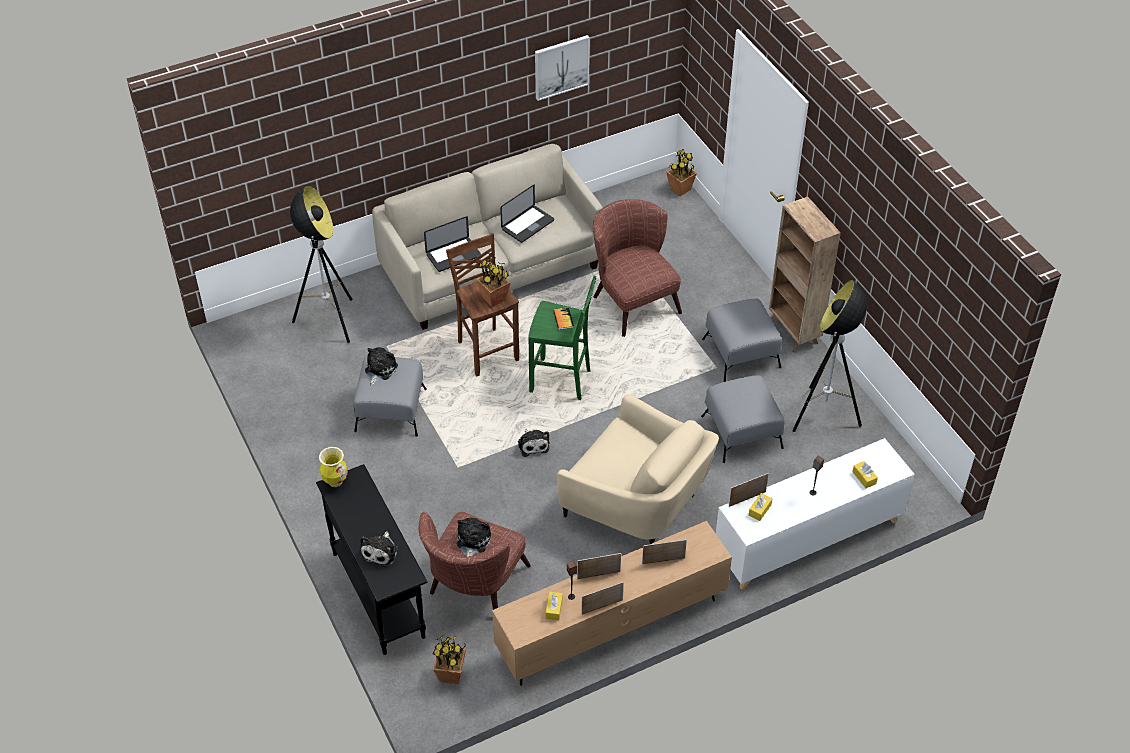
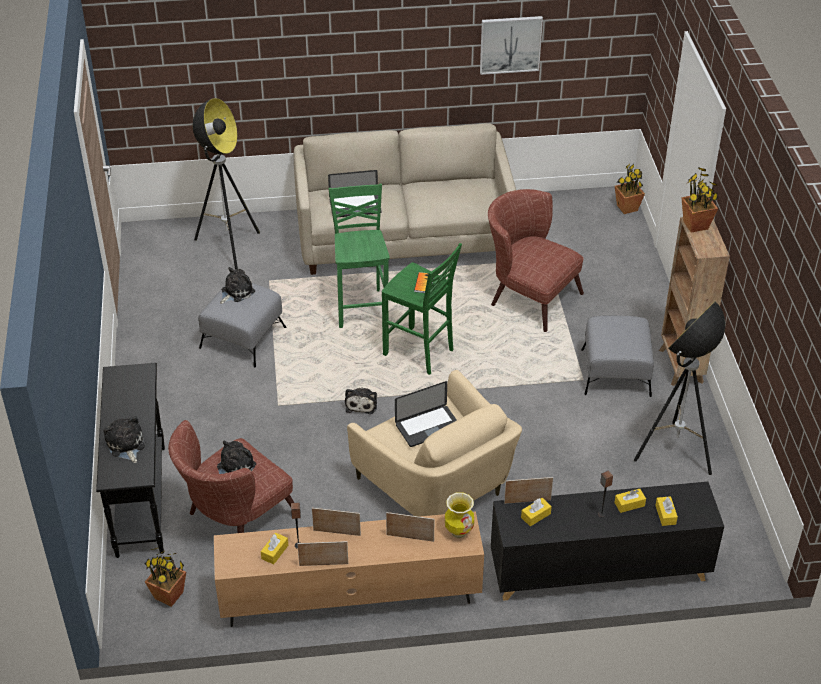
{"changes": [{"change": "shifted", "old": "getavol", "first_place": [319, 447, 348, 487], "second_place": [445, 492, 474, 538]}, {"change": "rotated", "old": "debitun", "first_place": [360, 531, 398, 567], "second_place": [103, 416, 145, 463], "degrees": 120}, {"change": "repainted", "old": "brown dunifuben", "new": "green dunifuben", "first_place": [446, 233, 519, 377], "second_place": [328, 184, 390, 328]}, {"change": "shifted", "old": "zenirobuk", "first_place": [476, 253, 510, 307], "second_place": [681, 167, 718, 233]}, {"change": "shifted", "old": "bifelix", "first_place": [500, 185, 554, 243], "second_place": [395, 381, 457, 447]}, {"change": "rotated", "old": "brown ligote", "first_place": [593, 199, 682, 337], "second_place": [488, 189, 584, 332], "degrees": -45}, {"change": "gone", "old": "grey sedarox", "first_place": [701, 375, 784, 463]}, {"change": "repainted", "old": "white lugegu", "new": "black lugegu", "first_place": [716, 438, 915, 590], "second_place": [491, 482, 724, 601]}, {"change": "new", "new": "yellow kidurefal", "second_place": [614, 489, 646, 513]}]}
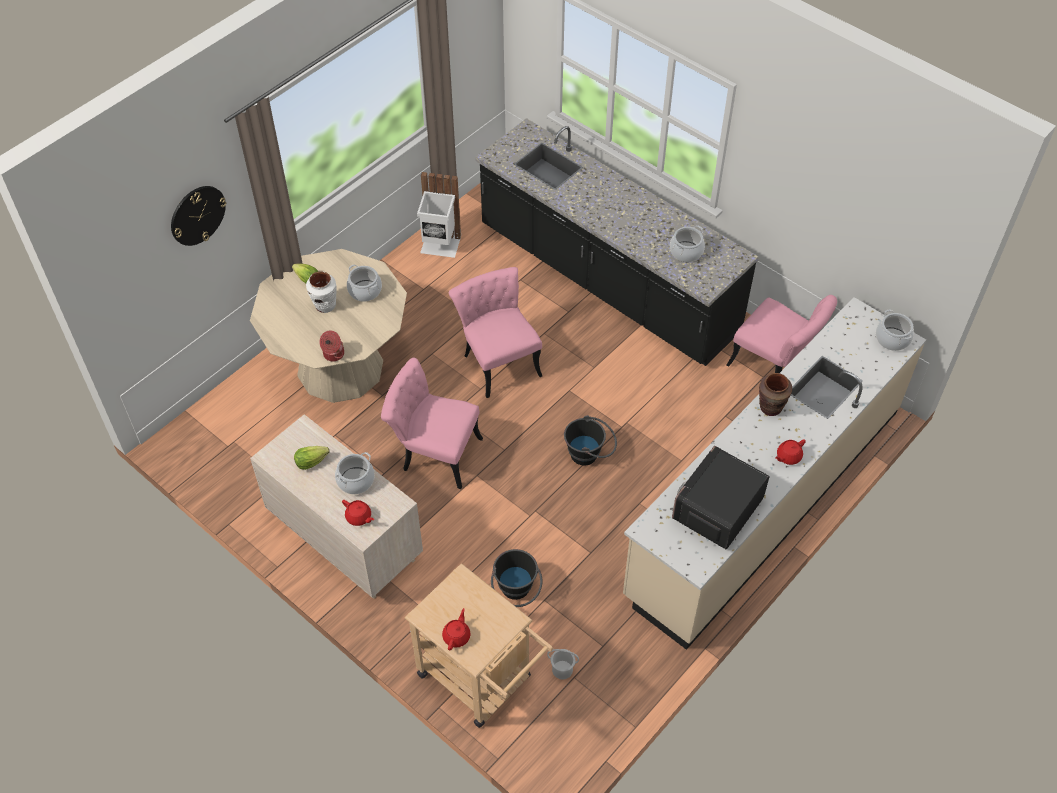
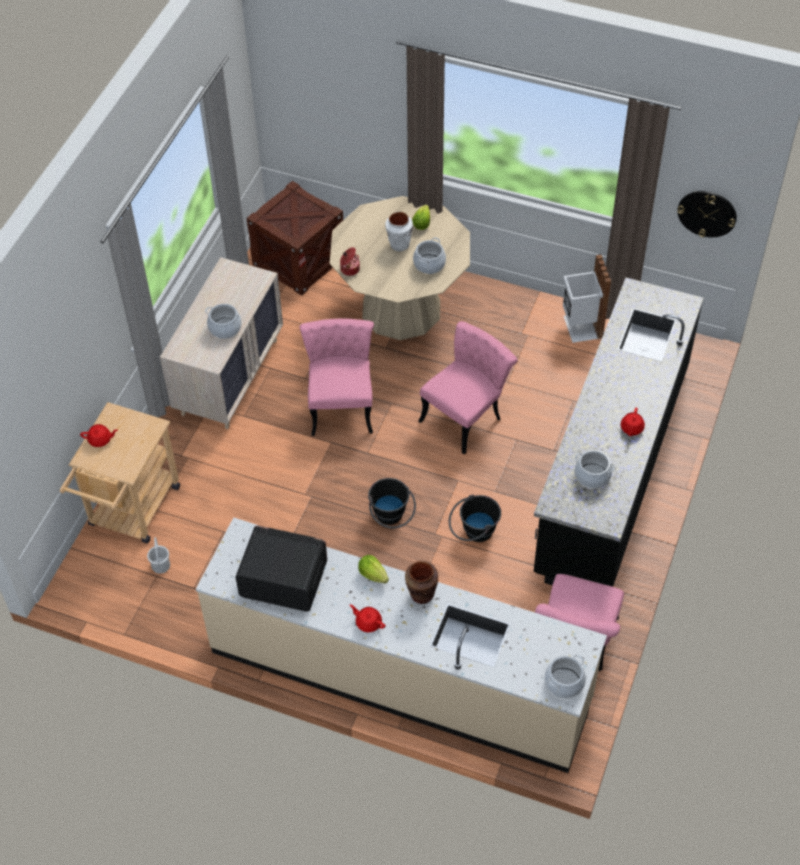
{"changes": [{"change": "shifted", "old": "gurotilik", "first_place": [171, 186, 226, 246], "second_place": [677, 191, 737, 237]}, {"change": "shifted", "old": "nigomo", "first_place": [294, 446, 329, 470], "second_place": [358, 555, 389, 583]}, {"change": "shifted", "old": "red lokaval", "first_place": [342, 500, 374, 526], "second_place": [621, 407, 645, 436]}, {"change": "shifted", "old": "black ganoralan", "first_place": [491, 549, 542, 607], "second_place": [449, 495, 501, 542]}, {"change": "new", "new": "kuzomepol", "second_place": [247, 181, 343, 296]}]}
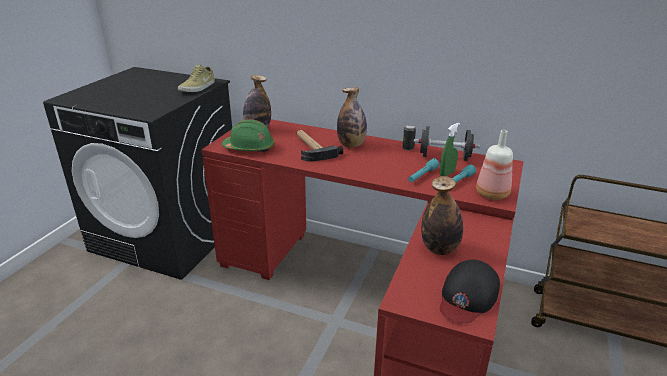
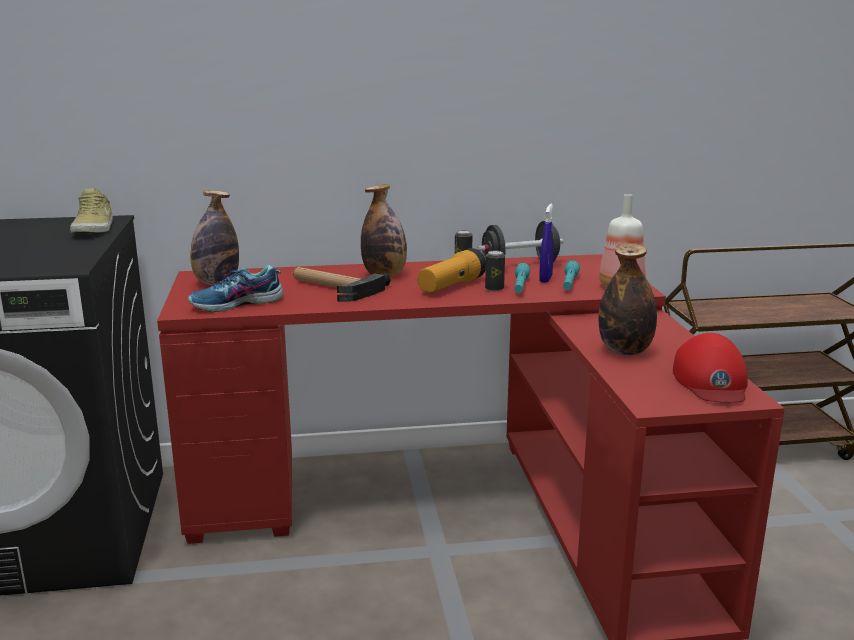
{"changes": [{"change": "swapped", "old": "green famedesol", "new": "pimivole", "first_place": [222, 119, 275, 152], "second_place": [188, 265, 284, 312]}, {"change": "repainted", "old": "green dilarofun", "new": "blue dilarofun", "first_place": [440, 123, 460, 176], "second_place": [539, 204, 554, 283]}, {"change": "repainted", "old": "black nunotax", "new": "red nunotax", "first_place": [440, 260, 500, 323], "second_place": [673, 333, 748, 403]}, {"change": "new", "new": "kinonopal", "second_place": [418, 248, 486, 292]}, {"change": "new", "new": "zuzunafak", "second_place": [485, 251, 505, 291]}]}
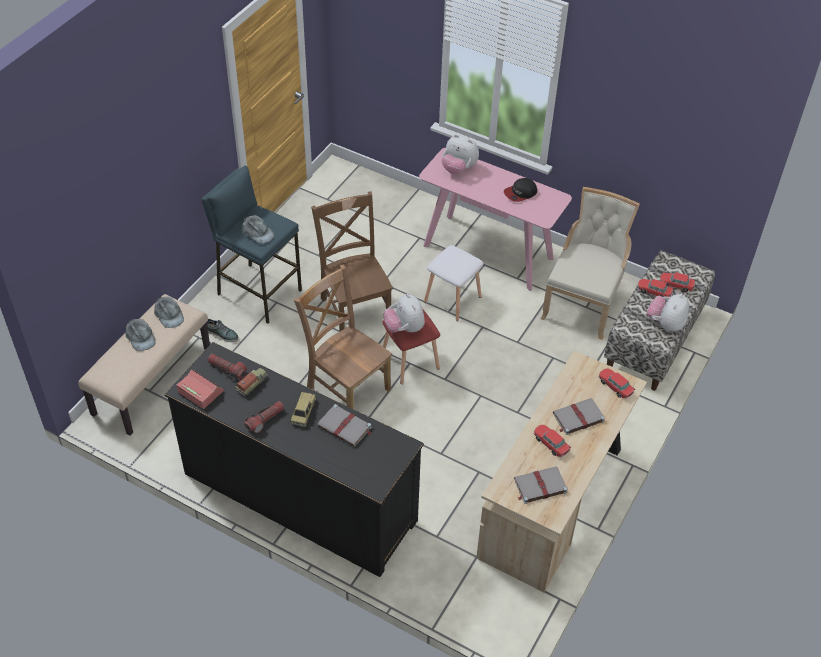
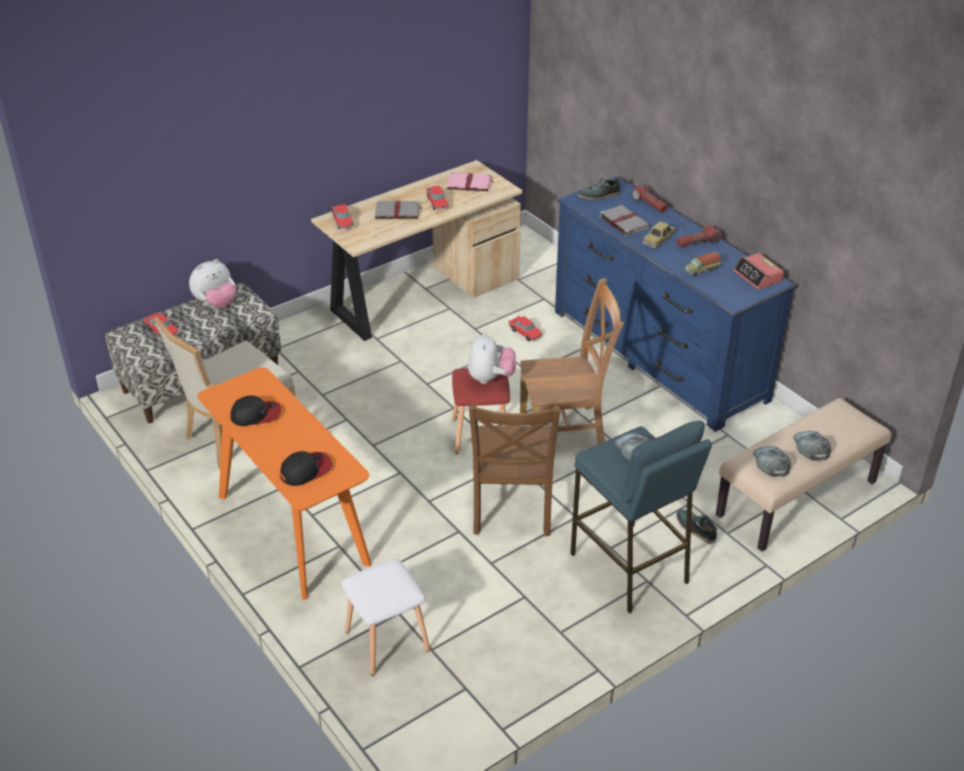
{"changes": [{"change": "repainted", "old": "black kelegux", "new": "blue kelegux", "first_place": [165, 342, 424, 577], "second_place": [555, 176, 796, 432]}, {"change": "shifted", "old": "kinonopal", "first_place": [208, 354, 247, 381], "second_place": [632, 185, 667, 213]}, {"change": "rotated", "old": "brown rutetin", "first_place": [294, 265, 392, 409], "second_place": [520, 278, 624, 444], "degrees": -75}, {"change": "repainted", "old": "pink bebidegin", "new": "orange bebidegin", "first_place": [419, 148, 572, 291], "second_place": [197, 367, 372, 600]}, {"change": "shifted", "old": "white dunifuben", "first_place": [424, 245, 484, 321], "second_place": [342, 559, 430, 676]}, {"change": "swapped", "old": "debitun", "new": "nunotax", "first_place": [442, 134, 479, 174], "second_place": [280, 451, 332, 486]}, {"change": "repainted", "old": "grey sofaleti", "new": "pink sofaleti", "first_place": [514, 466, 568, 504], "second_place": [447, 172, 494, 191]}, {"change": "shifted", "old": "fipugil", "first_place": [638, 279, 674, 297], "second_place": [509, 316, 542, 341]}, {"change": "new", "new": "pimivole", "second_place": [578, 177, 621, 200]}]}
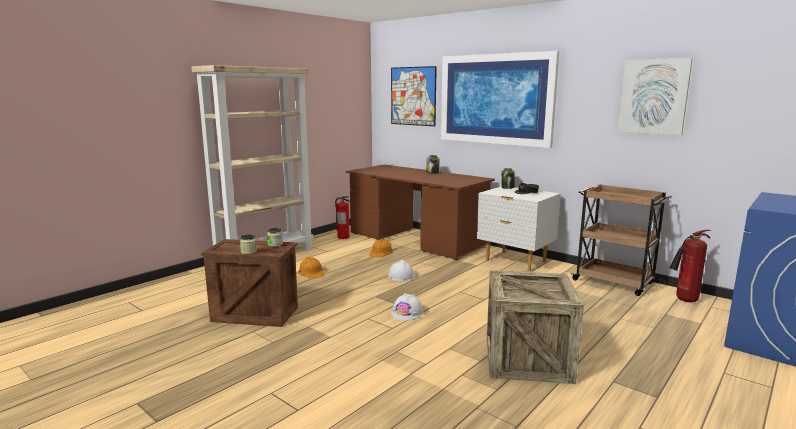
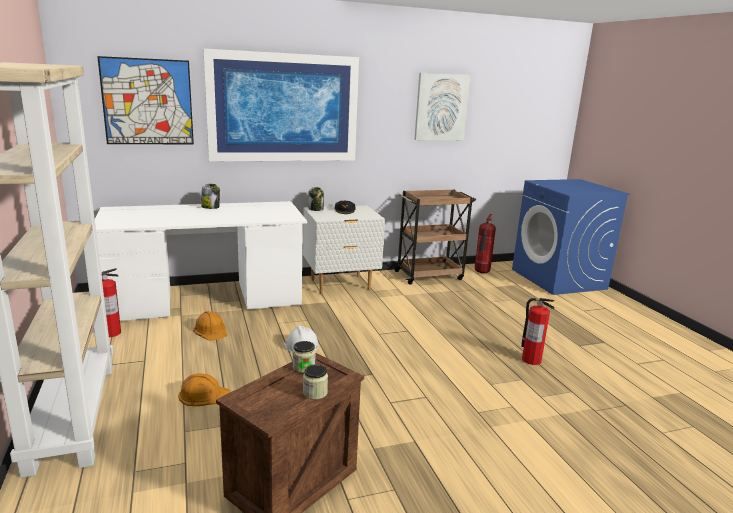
{"changes": [{"change": "repainted", "old": "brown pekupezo", "new": "white pekupezo", "first_place": [346, 164, 495, 260], "second_place": [95, 201, 307, 321]}, {"change": "gone", "old": "white famedesol", "first_place": [391, 293, 423, 321]}, {"change": "swapped", "old": "kuzomepol", "new": "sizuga", "first_place": [487, 271, 584, 384], "second_place": [521, 298, 554, 365]}]}
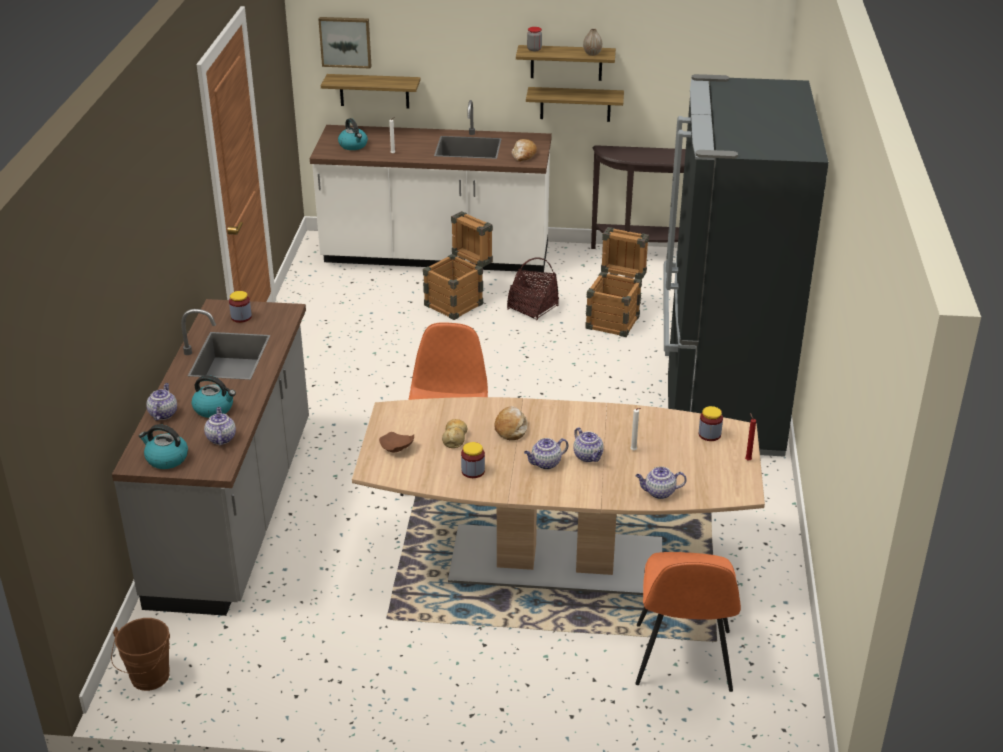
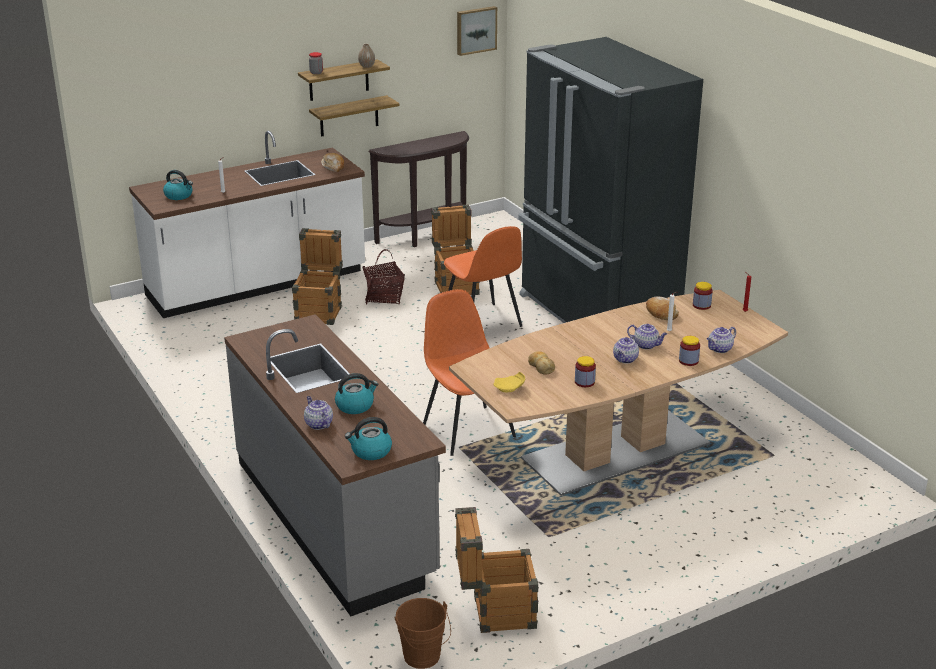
{"changes": [{"change": "gone", "old": "lokaval", "first_place": [204, 407, 236, 445]}, {"change": "shifted", "old": "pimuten", "first_place": [229, 291, 252, 323], "second_place": [679, 336, 700, 366]}, {"change": "shifted", "old": "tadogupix", "first_place": [318, 17, 371, 68], "second_place": [457, 6, 497, 56]}, {"change": "gone", "old": "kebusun", "first_place": [321, 74, 421, 109]}, {"change": "repainted", "old": "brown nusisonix", "new": "yellow nusisonix", "first_place": [379, 432, 414, 452], "second_place": [494, 372, 525, 392]}, {"change": "shifted", "old": "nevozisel", "first_place": [494, 406, 527, 440], "second_place": [646, 297, 679, 320]}, {"change": "shifted", "old": "orange rutetin", "first_place": [635, 552, 741, 692], "second_place": [444, 226, 522, 327]}, {"change": "new", "new": "kuzomepol", "second_place": [455, 507, 539, 633]}]}
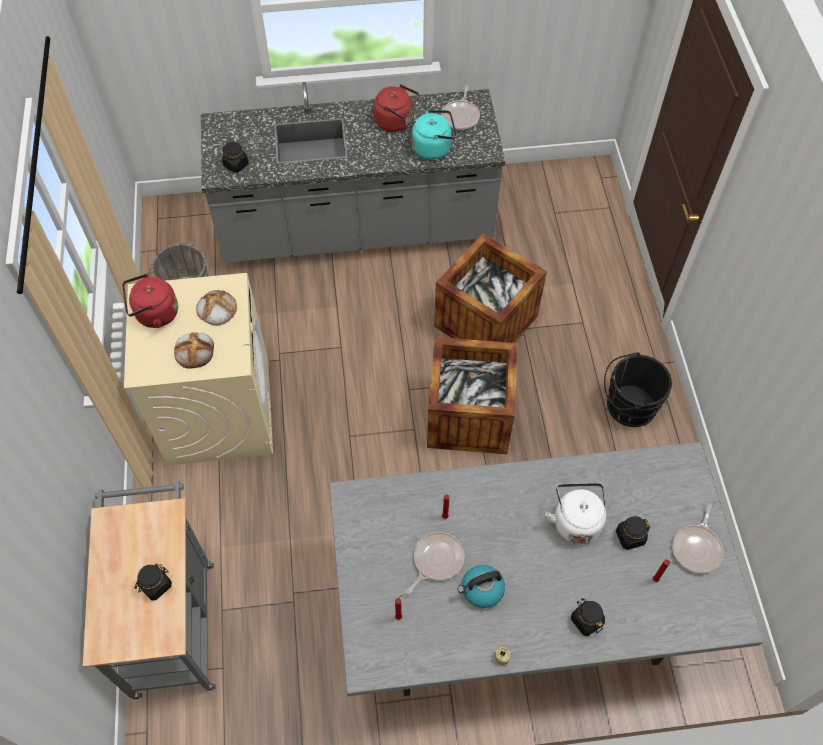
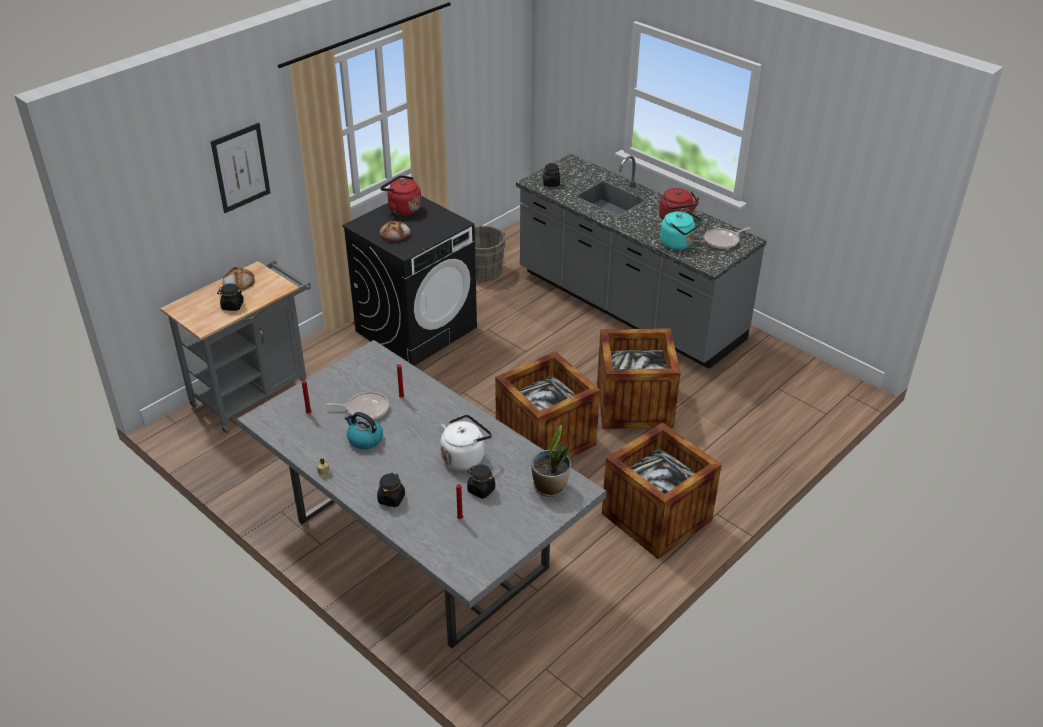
{"changes": [{"change": "repainted", "old": "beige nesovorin", "new": "black nesovorin", "first_place": [124, 273, 273, 466], "second_place": [342, 196, 477, 366]}, {"change": "shifted", "old": "nevozisel", "first_place": [196, 290, 237, 325], "second_place": [222, 267, 255, 290]}, {"change": "swapped", "old": "black ganoralan", "new": "kuzomepol", "first_place": [604, 352, 672, 427], "second_place": [602, 423, 722, 559]}, {"change": "gone", "old": "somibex", "first_place": [672, 504, 724, 574]}, {"change": "new", "new": "tadogupix", "second_place": [211, 123, 271, 213]}, {"change": "new", "new": "zenirobuk", "second_place": [532, 424, 571, 497]}]}
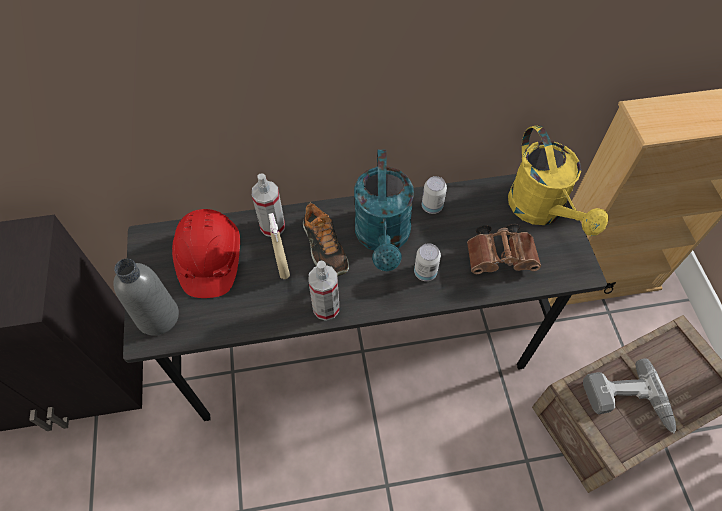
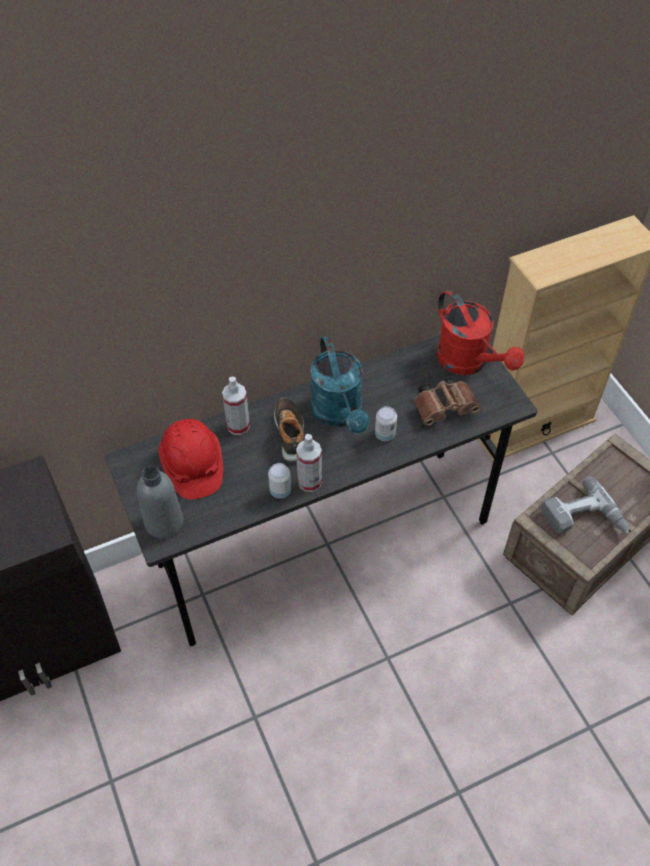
{"changes": [{"change": "gone", "old": "beige dilarofun", "first_place": [269, 213, 290, 279]}, {"change": "rotated", "old": "pimivole", "first_place": [303, 202, 349, 276], "second_place": [274, 398, 304, 462], "degrees": -150}, {"change": "shifted", "old": "zuzunafak", "first_place": [422, 176, 447, 214], "second_place": [268, 463, 291, 498]}, {"change": "repainted", "old": "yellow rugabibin", "new": "red rugabibin", "first_place": [508, 125, 608, 236], "second_place": [437, 290, 524, 375]}]}
